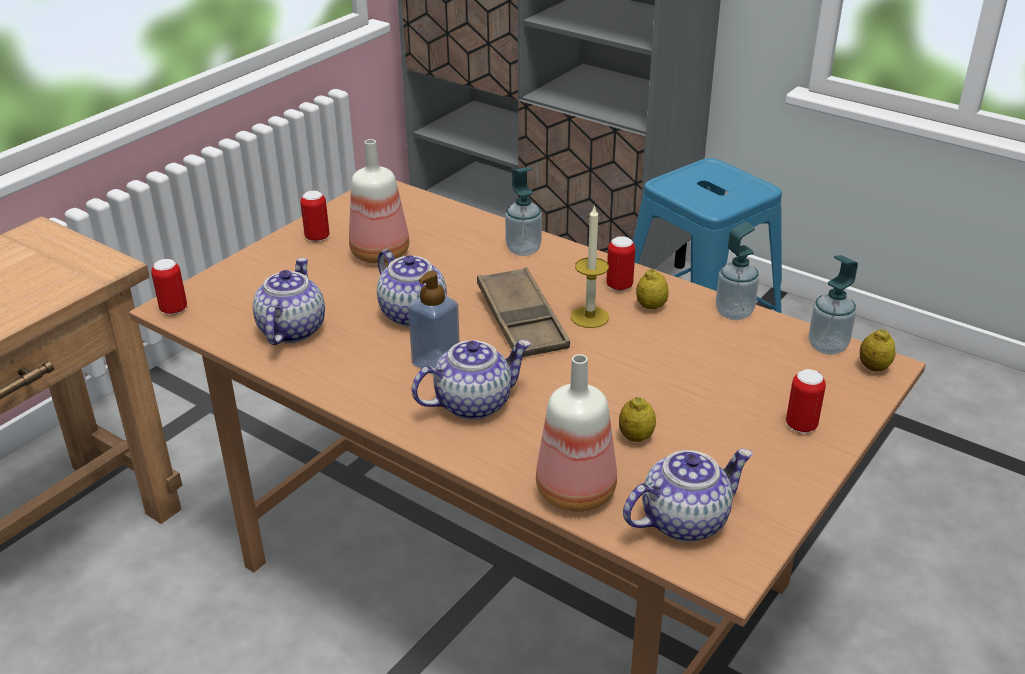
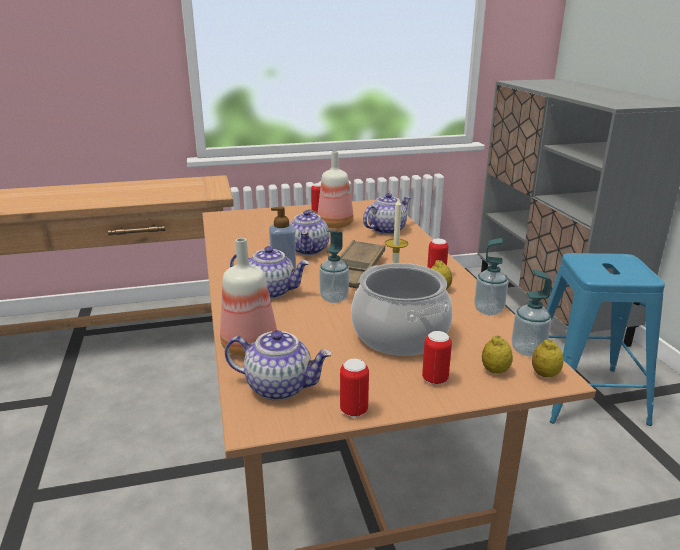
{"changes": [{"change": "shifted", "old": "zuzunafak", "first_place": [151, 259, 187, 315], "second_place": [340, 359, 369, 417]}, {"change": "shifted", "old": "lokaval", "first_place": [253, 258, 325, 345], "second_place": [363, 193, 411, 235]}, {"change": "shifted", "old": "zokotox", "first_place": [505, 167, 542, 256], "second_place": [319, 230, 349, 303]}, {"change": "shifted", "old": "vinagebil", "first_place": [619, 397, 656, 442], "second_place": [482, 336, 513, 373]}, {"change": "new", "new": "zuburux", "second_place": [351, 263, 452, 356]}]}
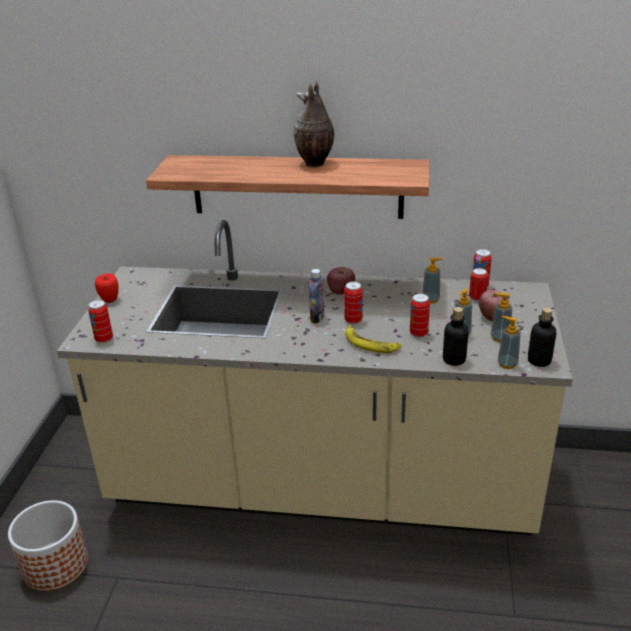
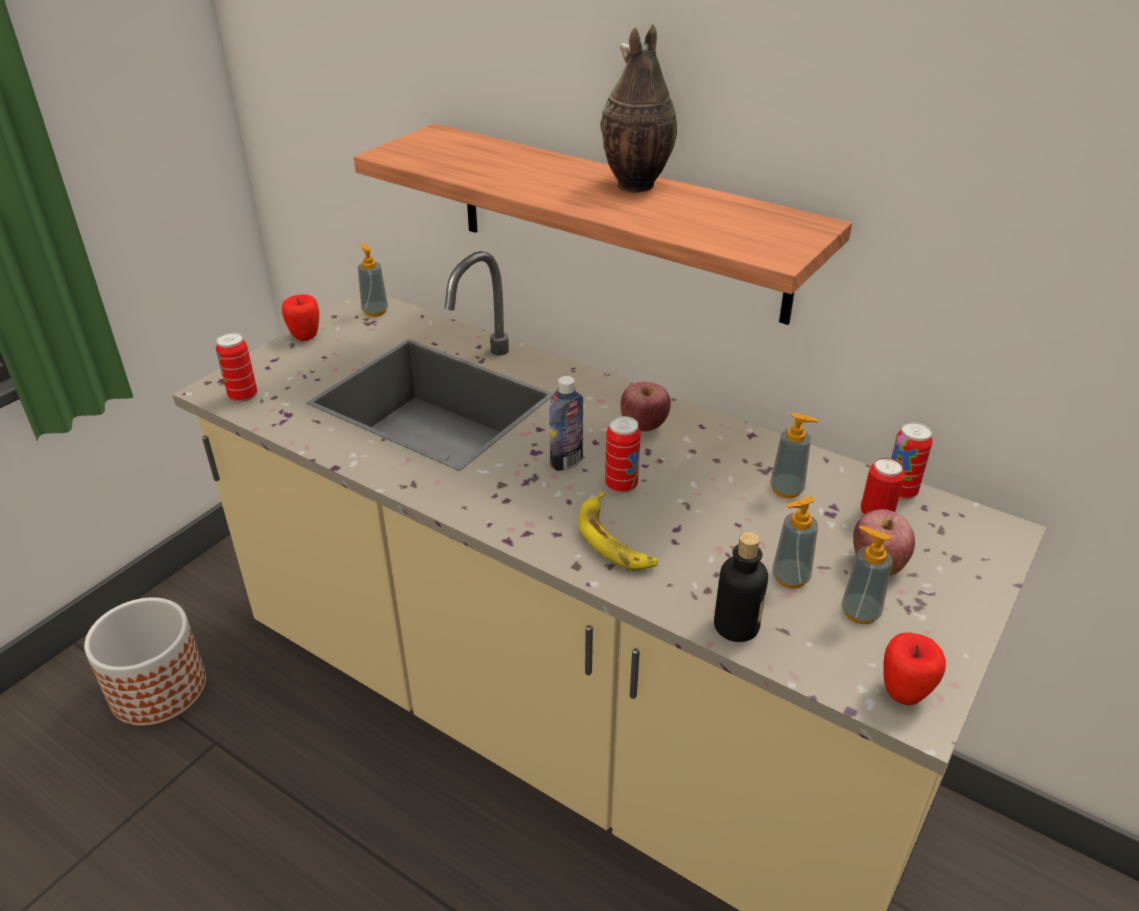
{"changes": [{"change": "gone", "old": "zuzunafak", "first_place": [410, 293, 430, 337]}, {"change": "shifted", "old": "zokotox", "first_place": [497, 316, 521, 369], "second_place": [358, 243, 388, 317]}, {"change": "swapped", "old": "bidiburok", "new": "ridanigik", "first_place": [528, 308, 557, 367], "second_place": [883, 632, 946, 705]}]}
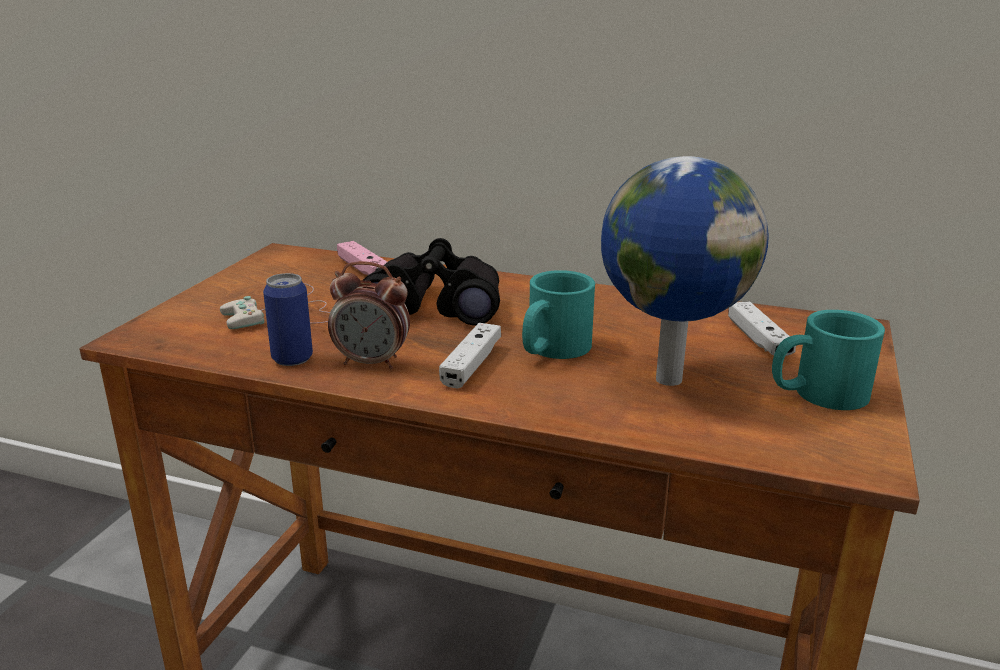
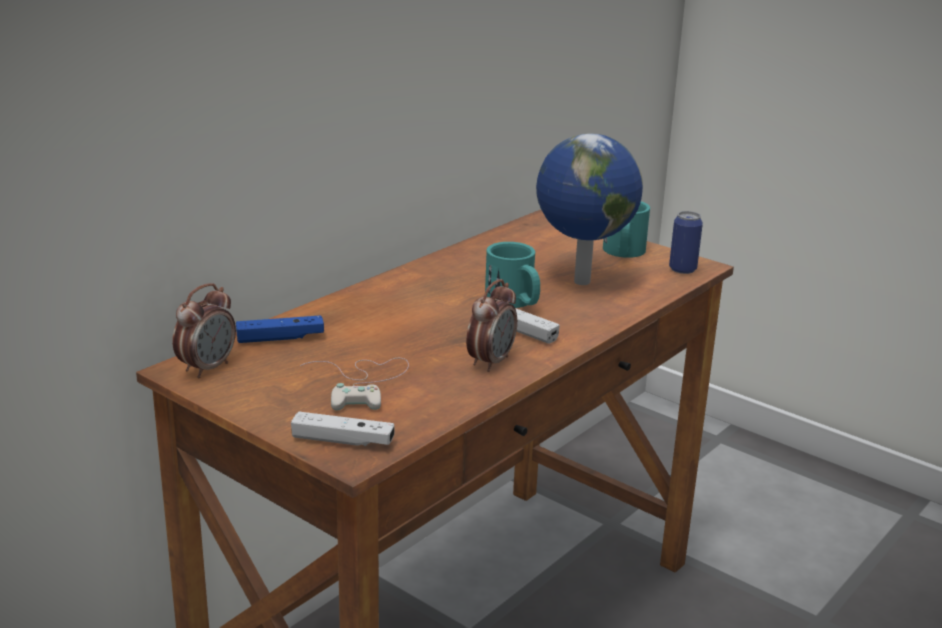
{"changes": [{"change": "shifted", "old": "zuzunafak", "first_place": [263, 273, 313, 366], "second_place": [669, 211, 703, 274]}, {"change": "repainted", "old": "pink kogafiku", "new": "blue kogafiku", "first_place": [337, 241, 387, 275], "second_place": [236, 315, 324, 343]}, {"change": "gone", "old": "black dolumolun", "first_place": [363, 238, 500, 326]}, {"change": "shifted", "old": "white kogafiku", "first_place": [728, 301, 796, 356], "second_place": [291, 412, 395, 446]}, {"change": "new", "new": "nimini", "second_place": [172, 283, 236, 378]}]}
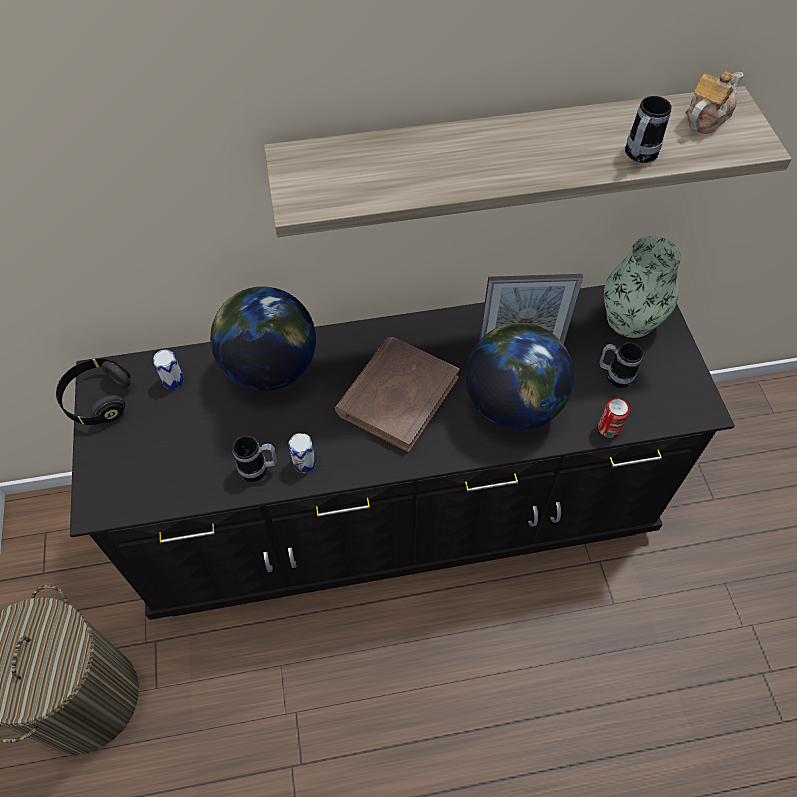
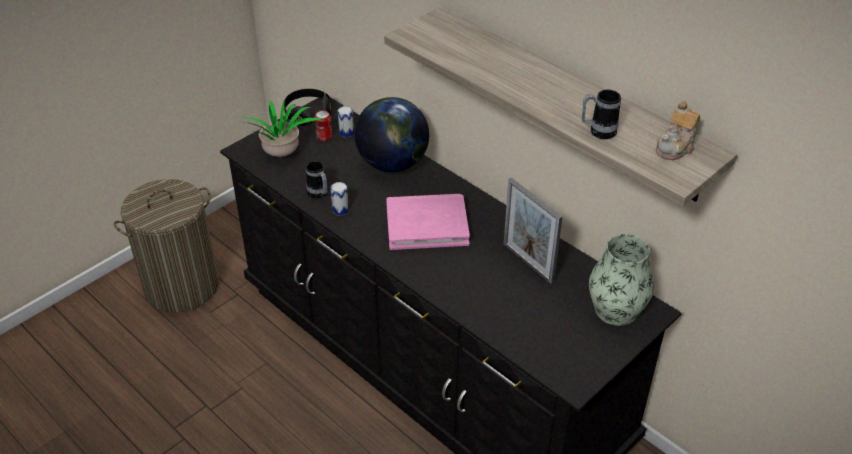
{"changes": [{"change": "repainted", "old": "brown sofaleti", "new": "pink sofaleti", "first_place": [335, 337, 459, 452], "second_place": [386, 194, 470, 250]}, {"change": "gone", "old": "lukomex", "first_place": [465, 323, 574, 430]}, {"change": "shifted", "old": "zuzunafak", "first_place": [598, 398, 629, 438], "second_place": [315, 110, 332, 141]}, {"change": "gone", "old": "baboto", "first_place": [600, 342, 643, 388]}, {"change": "rotated", "old": "lokaval", "first_place": [685, 72, 743, 134], "second_place": [656, 101, 700, 160], "degrees": 120}, {"change": "new", "new": "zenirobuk", "second_place": [242, 100, 324, 157]}]}
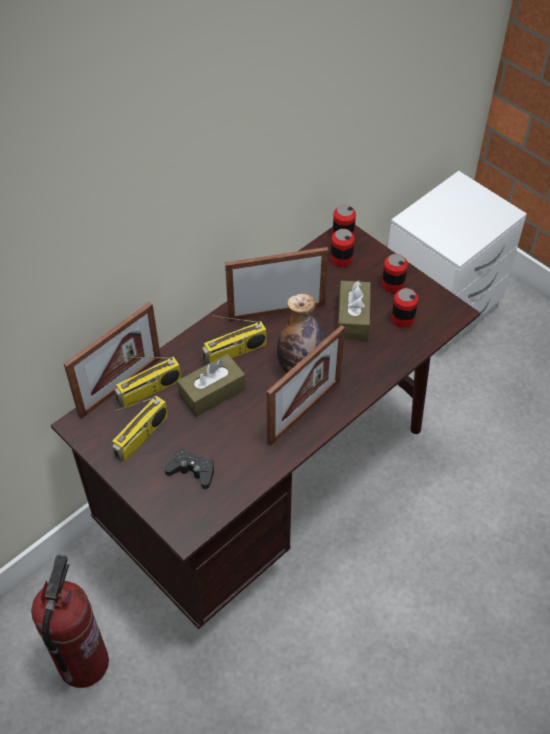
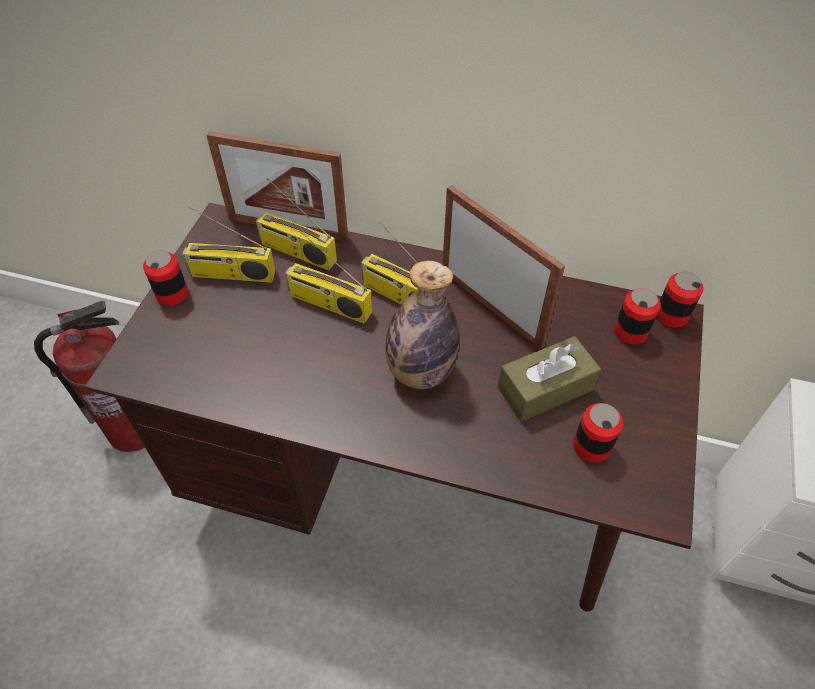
{"changes": [{"change": "gone", "old": "black kogafiku", "first_place": [164, 448, 214, 489]}, {"change": "swapped", "old": "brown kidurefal", "new": "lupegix", "first_place": [177, 354, 246, 417], "second_place": [285, 231, 372, 324]}, {"change": "gone", "old": "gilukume", "first_place": [267, 325, 345, 446]}, {"change": "shifted", "old": "zuzunafak", "first_place": [382, 254, 408, 293], "second_place": [143, 250, 188, 306]}]}
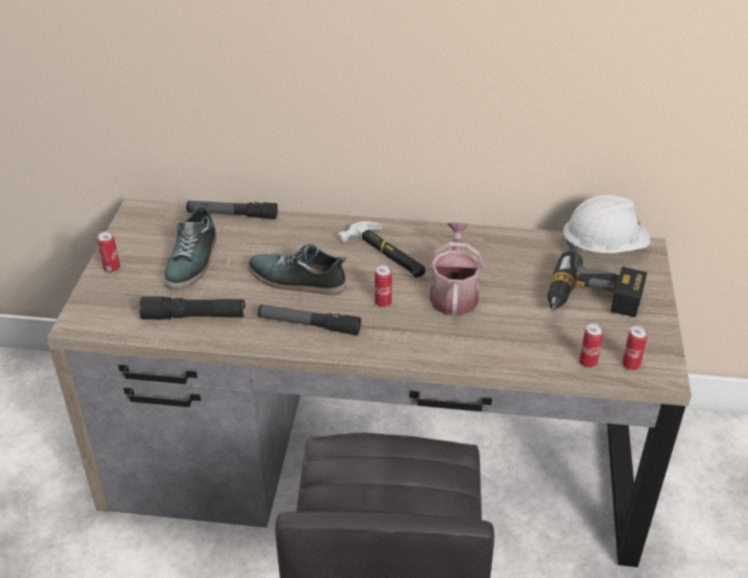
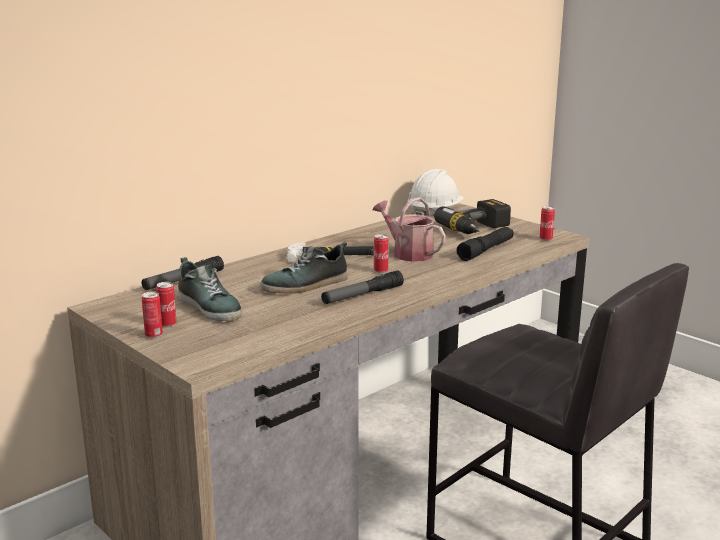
{"changes": [{"change": "shifted", "old": "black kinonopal", "first_place": [139, 296, 245, 320], "second_place": [457, 227, 514, 261]}, {"change": "shifted", "old": "zuzunafak", "first_place": [579, 323, 603, 368], "second_place": [156, 282, 177, 327]}]}
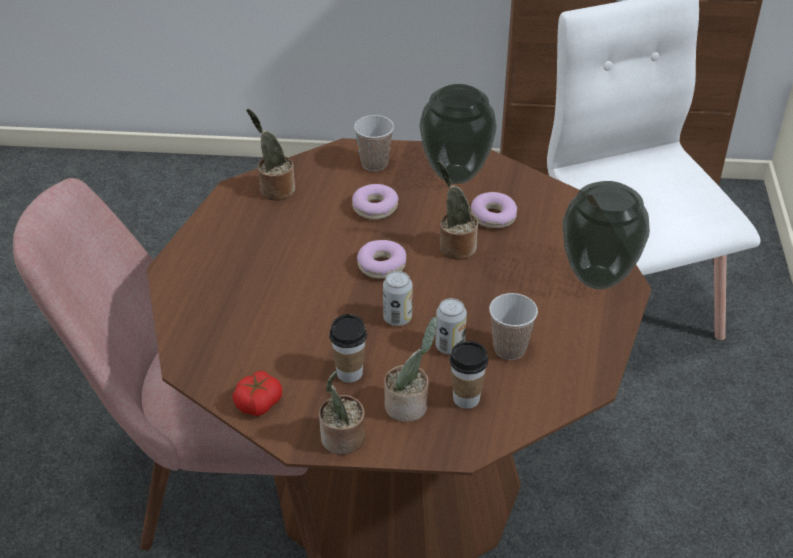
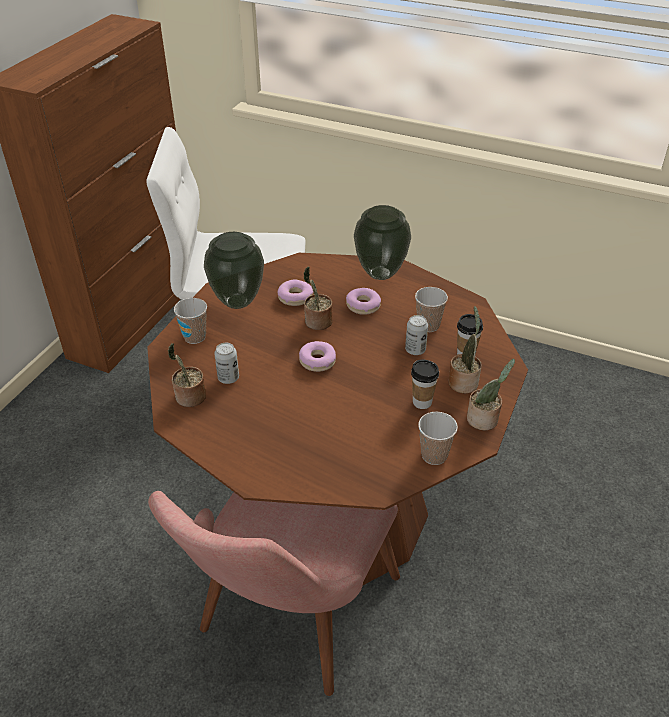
{"changes": [{"change": "swapped", "old": "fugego", "new": "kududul", "first_place": [232, 371, 283, 416], "second_place": [418, 412, 458, 465]}, {"change": "shifted", "old": "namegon", "first_place": [352, 184, 399, 220], "second_place": [346, 288, 381, 315]}, {"change": "shifted", "old": "zuzunafak", "first_place": [383, 271, 413, 326], "second_place": [214, 343, 239, 384]}]}
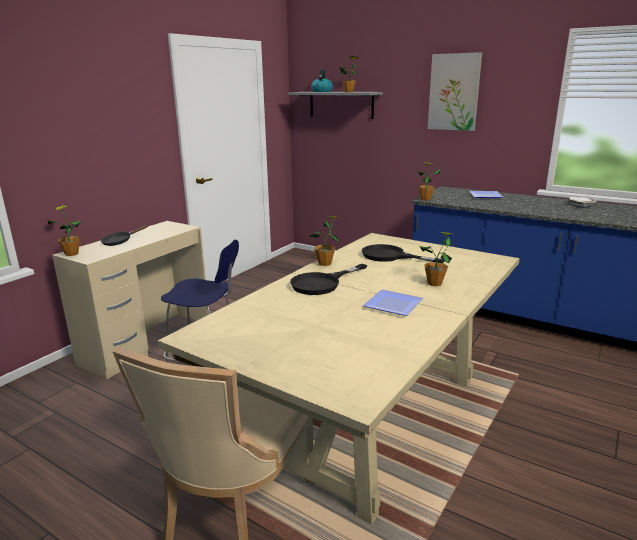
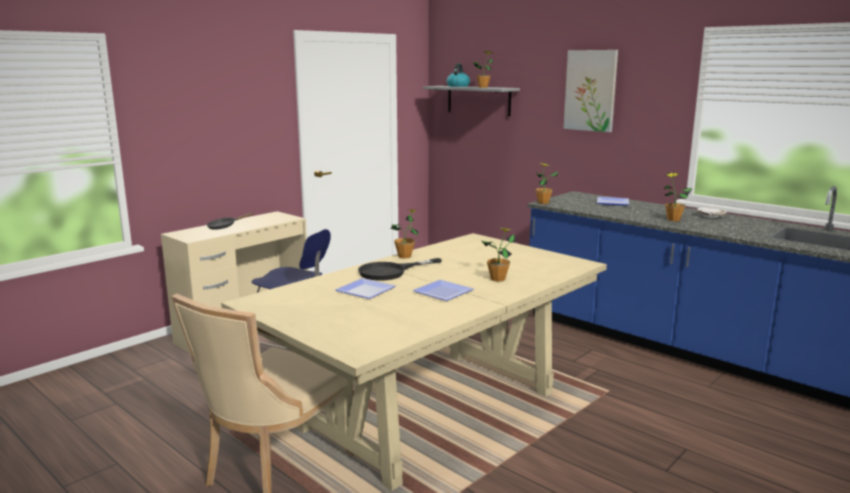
{"changes": [{"change": "shifted", "old": "zenirobuk", "first_place": [48, 204, 81, 256], "second_place": [664, 172, 692, 221]}, {"change": "gone", "old": "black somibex", "first_place": [362, 244, 444, 263]}, {"change": "new", "new": "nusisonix", "second_place": [335, 278, 396, 299]}]}
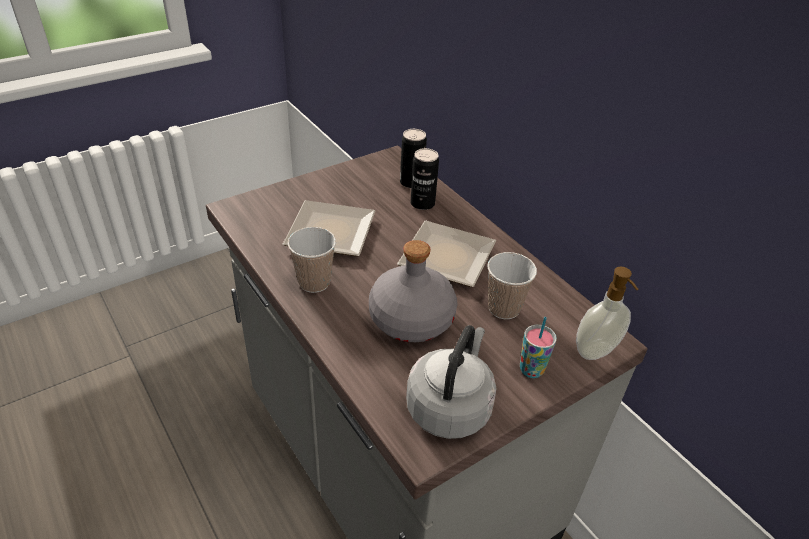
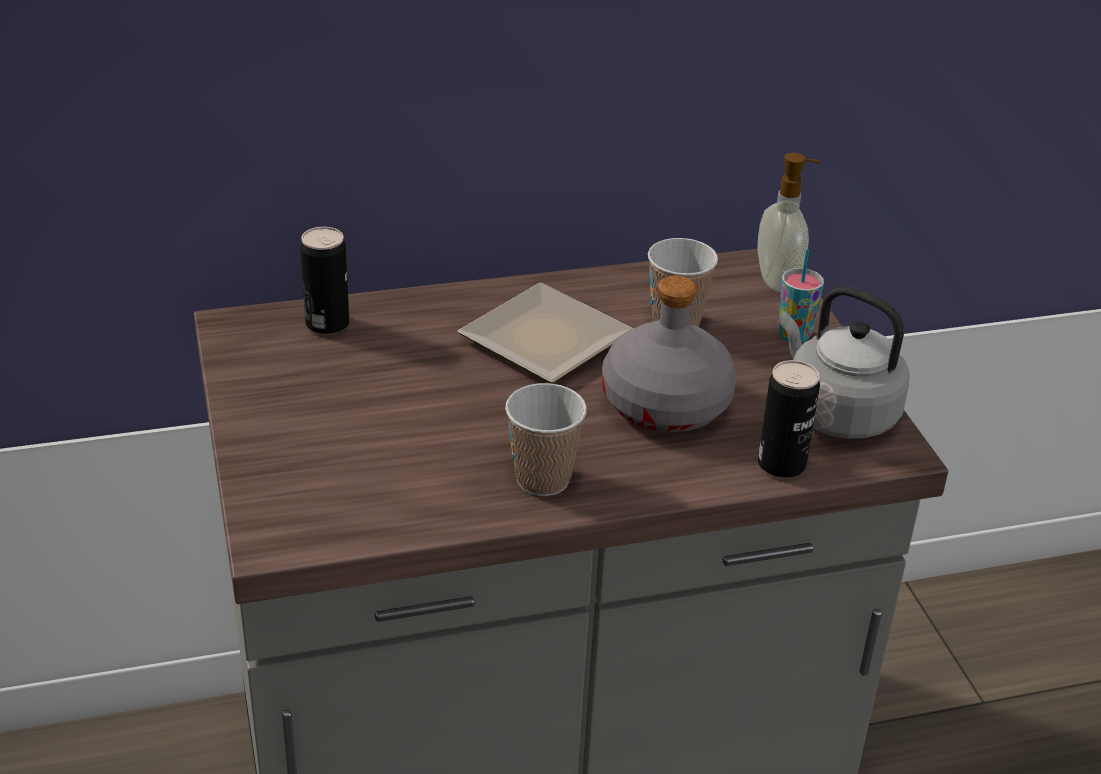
{"changes": [{"change": "gone", "old": "nusisonix", "first_place": [283, 200, 375, 257]}, {"change": "shifted", "old": "zuzunafak", "first_place": [411, 148, 439, 210], "second_place": [758, 360, 820, 478]}]}
